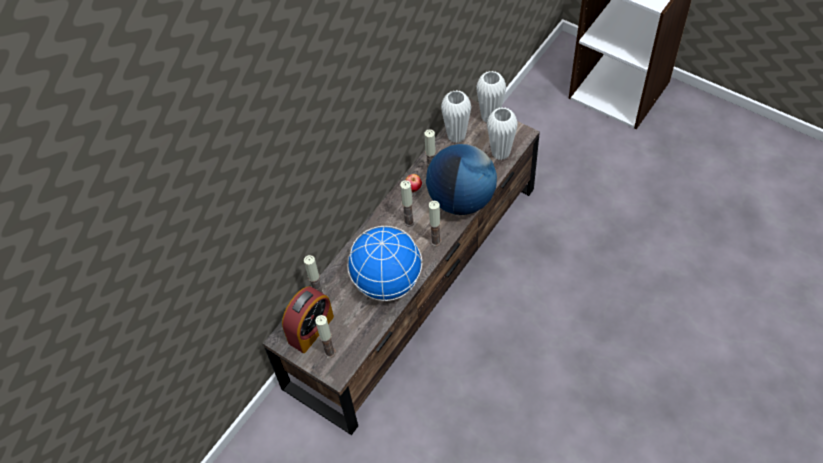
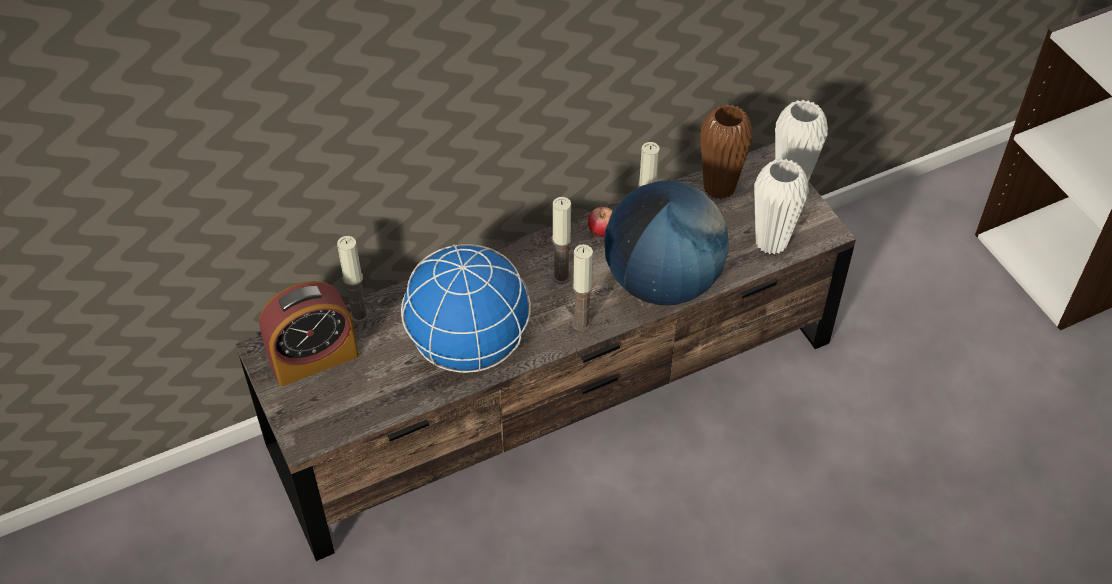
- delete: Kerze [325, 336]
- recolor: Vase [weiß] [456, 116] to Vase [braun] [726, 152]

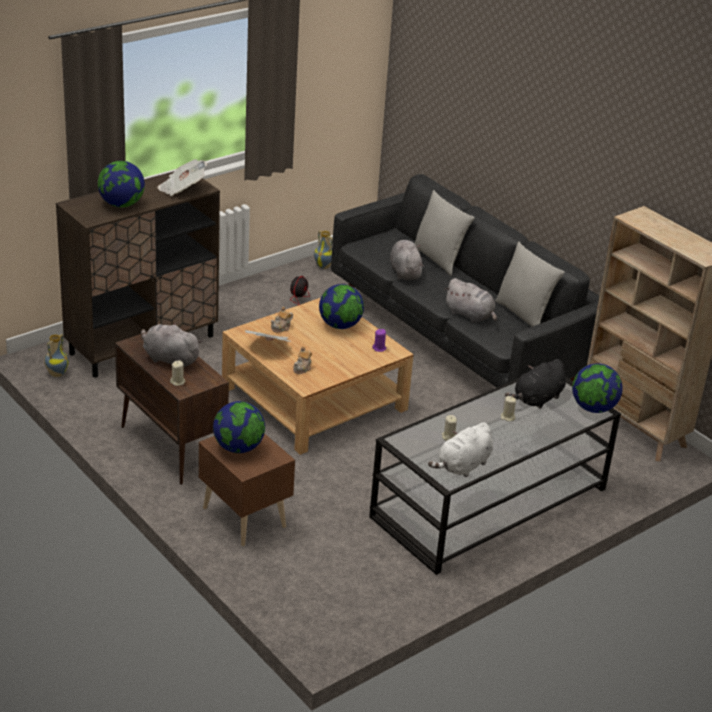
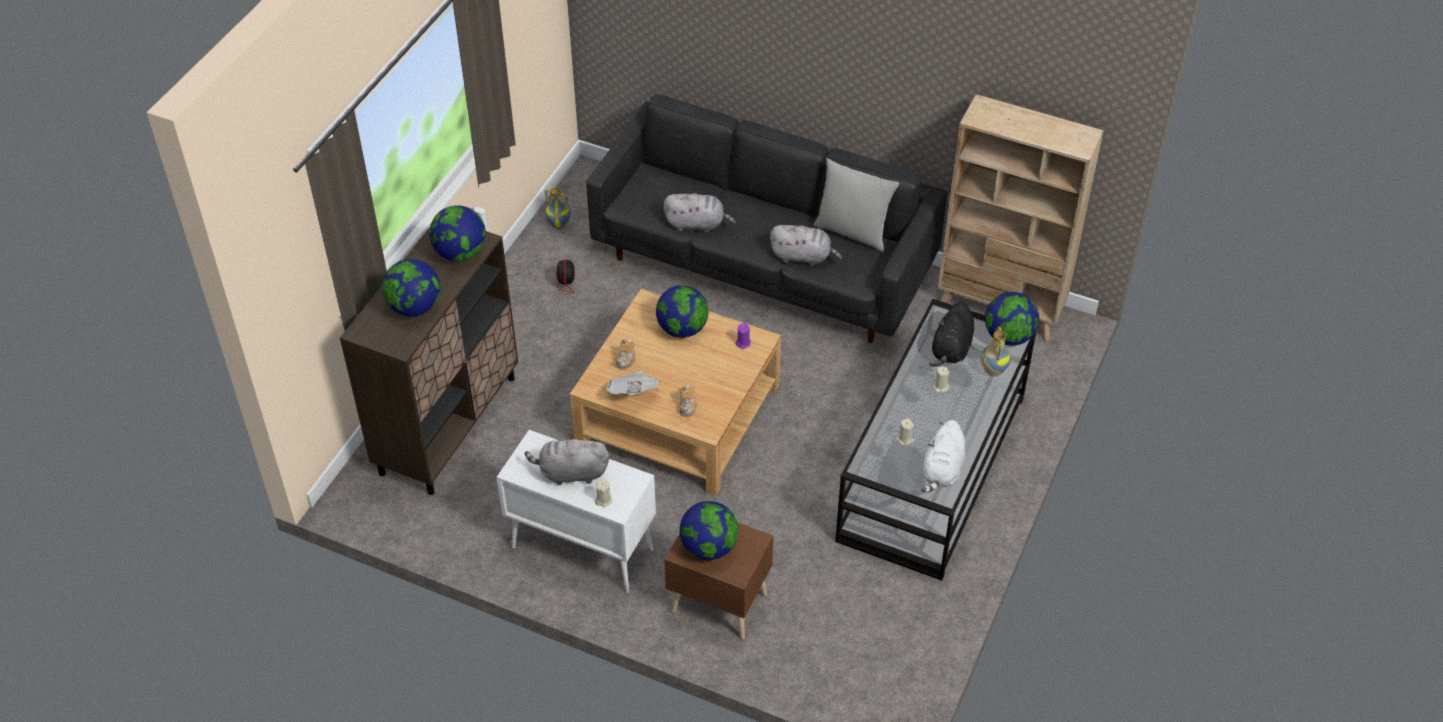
- move: Vase [56, 355] to [996, 351]
- recolor: Schrank [braun] [172, 408] to Schrank [weiß] [576, 511]
- replace: Zeitung [182, 177] to Globus [457, 233]
- rotate: Plüschtier [grau] [407, 260] = [700, 212] 135 degrees clockwise
- delete: Kissen [grau] [444, 233]

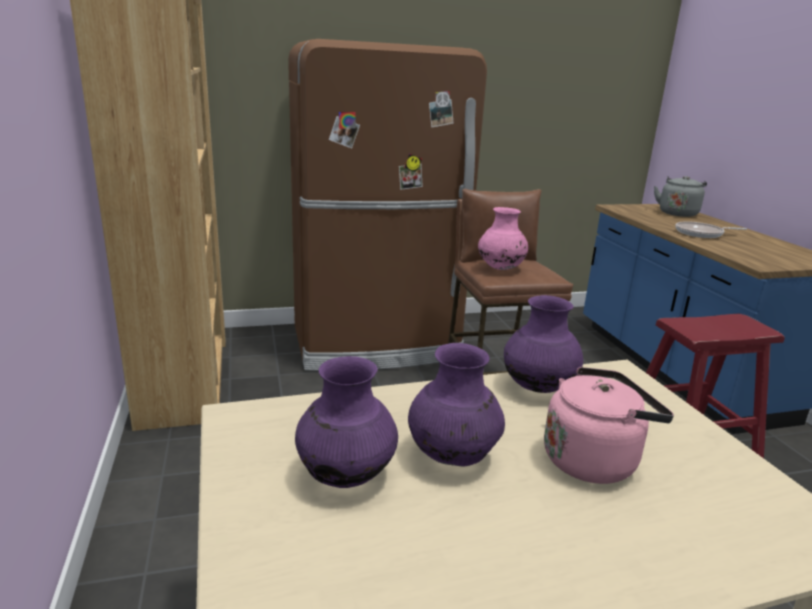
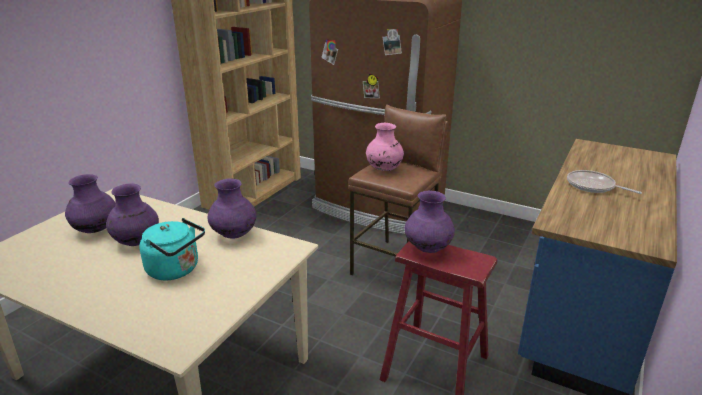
- recolor: Wasserkessel [rosa] [609, 425] to Wasserkessel [türkis] [172, 249]
- delete: Wasserkessel [grau] [680, 196]
- insert: Vase [lila] [430, 221]

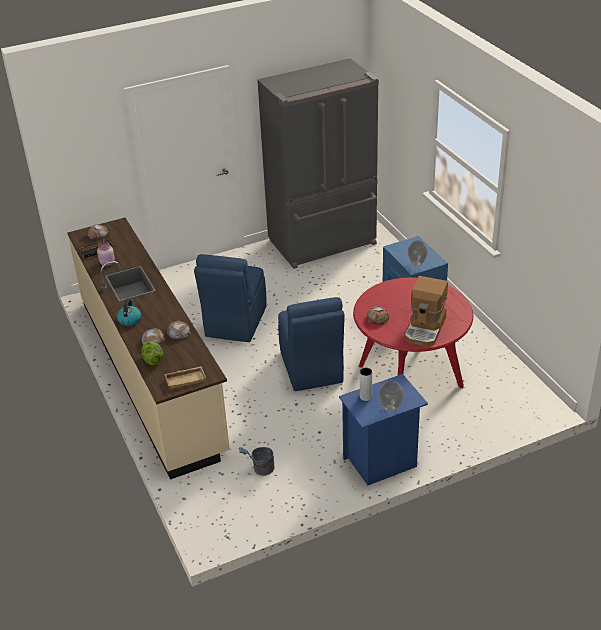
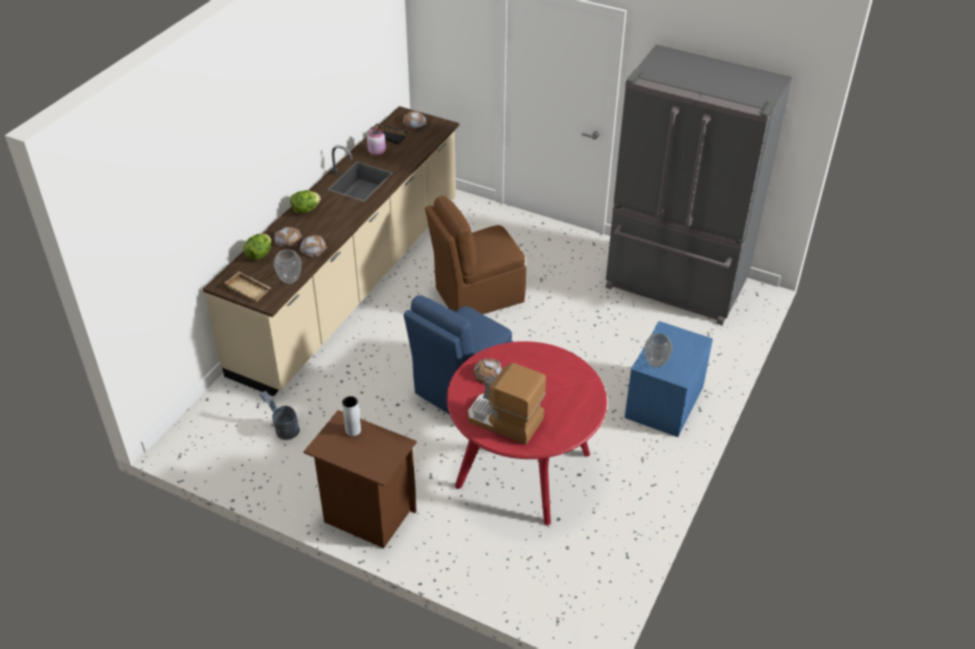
- replace: Wasserkessel [129, 313] to Salatkopf [305, 202]
- recolor: Stuhl [blau] [230, 298] to Stuhl [braun] [475, 255]
- recolor: Nachttisch [blau] [383, 429] to Nachttisch [braun] [360, 479]
- move: Vase [391, 396] to [287, 266]
- rotate: Kaffeemaschine [426, 311] = [507, 404] 45 degrees clockwise

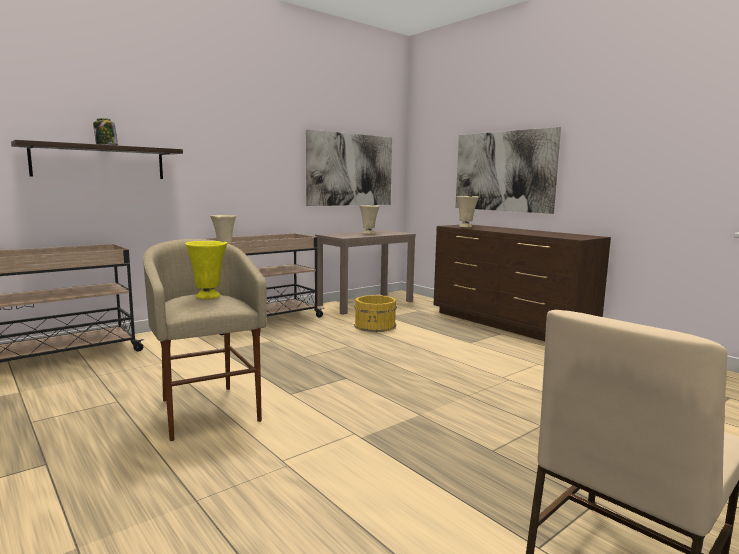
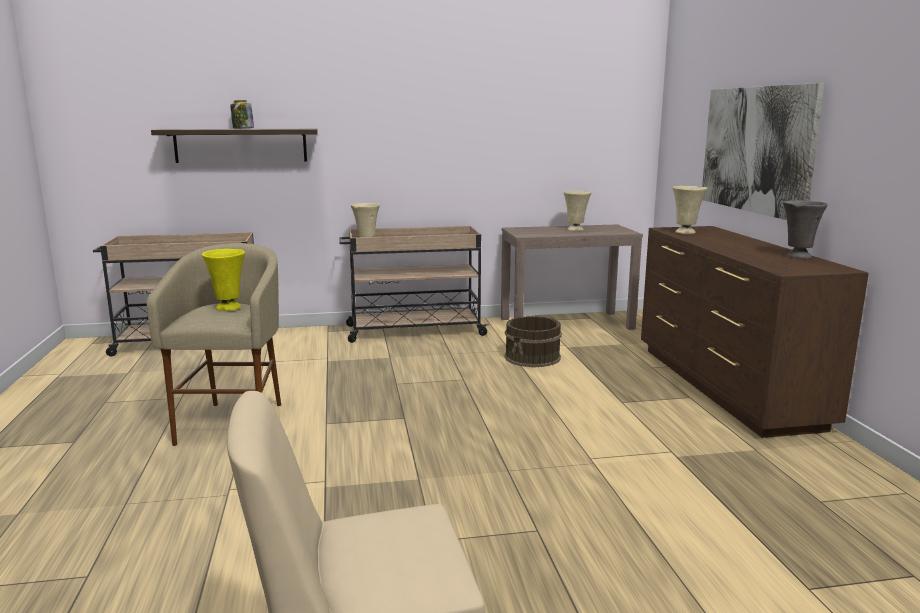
- delete: Bild [349, 167]
- recolor: Eimer [gelb] [375, 313] to Eimer [braun] [533, 342]
- insert: Vase [grau] [805, 230]

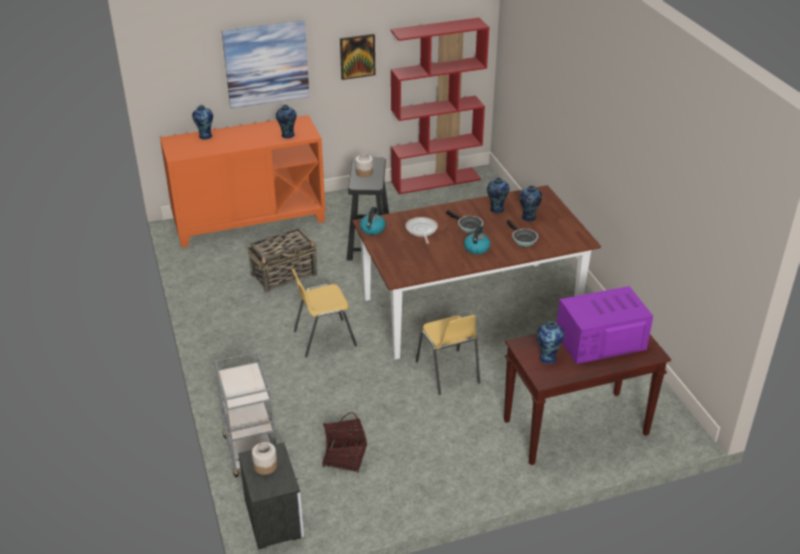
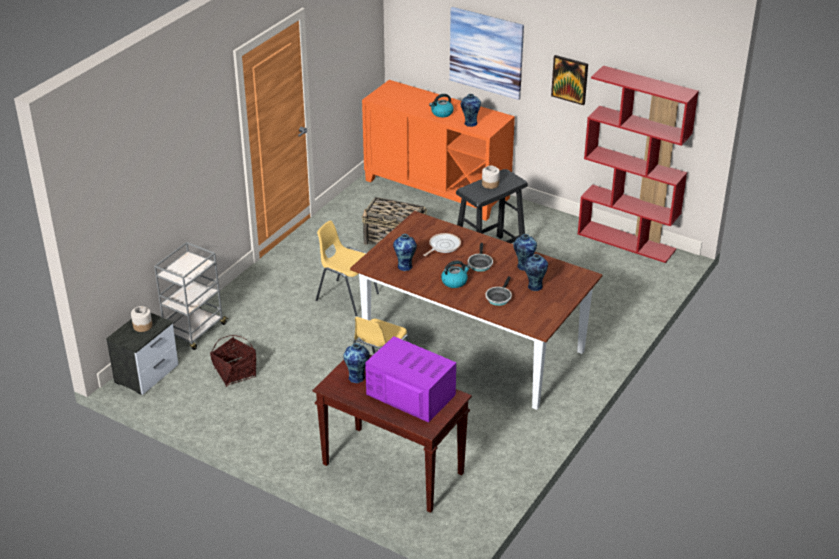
- move: Vase [202, 122] to [405, 252]
- move: Wasserkessel [373, 221] to [441, 105]

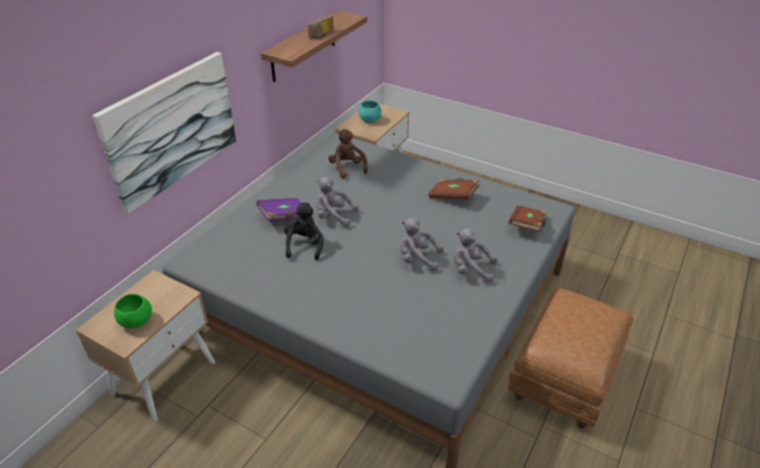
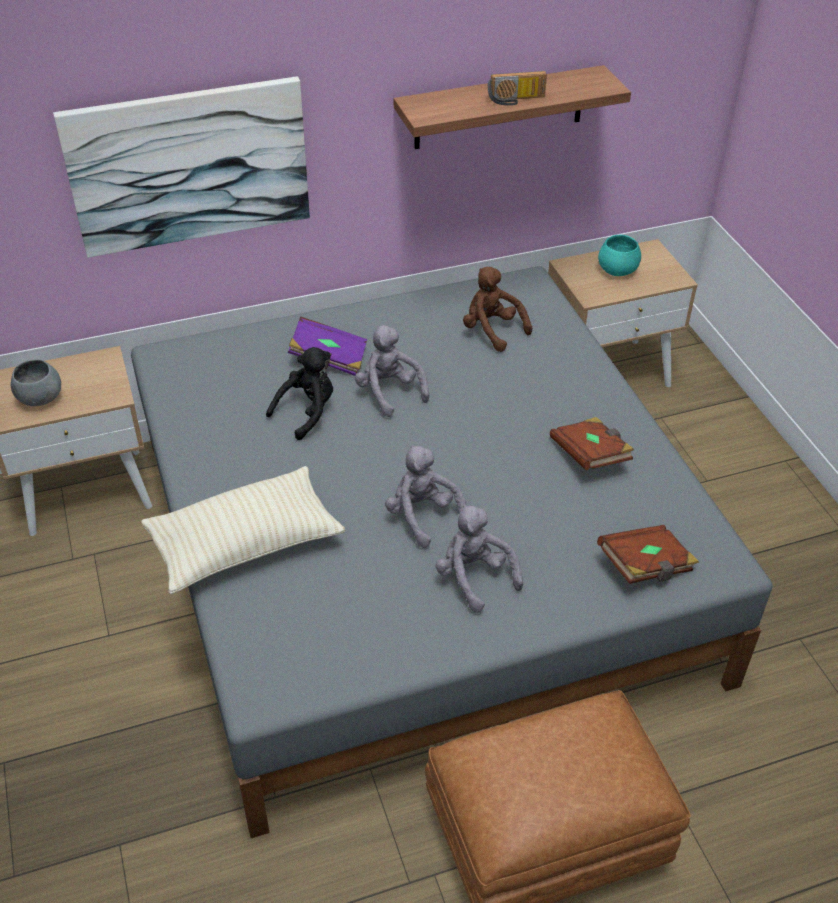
- recolor: Schüssel [grün] [133, 311] to Schüssel [grau] [36, 383]
- rotate: Plüschtier [braun] [348, 154] = [497, 309] 60 degrees counterclockwise
- insert: Kissen [beige] [243, 530]

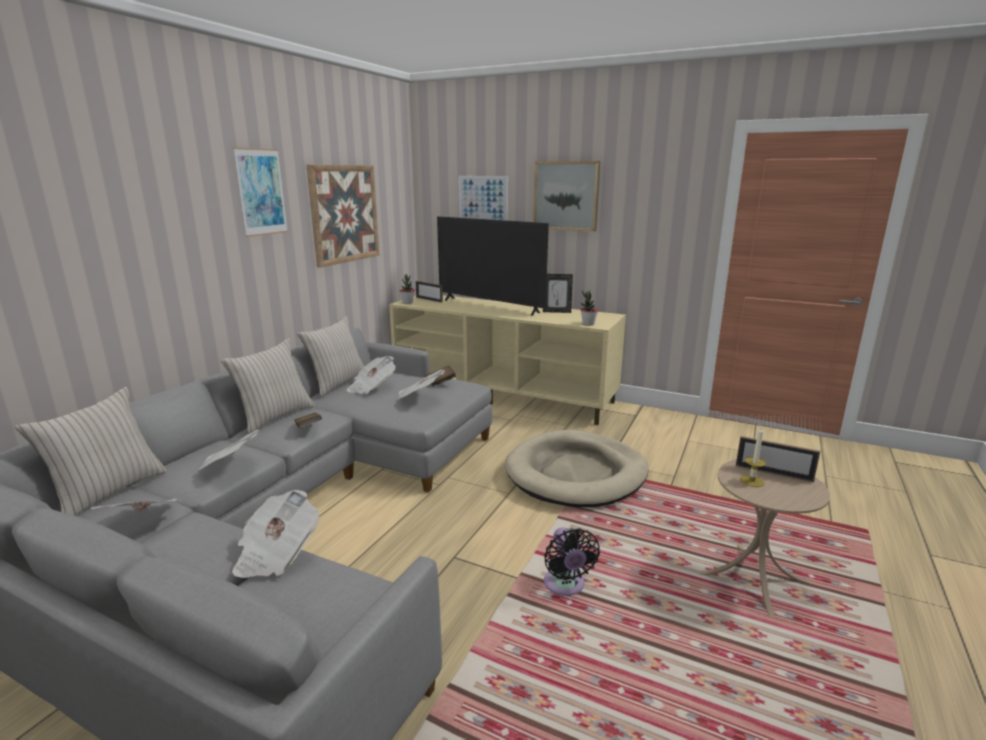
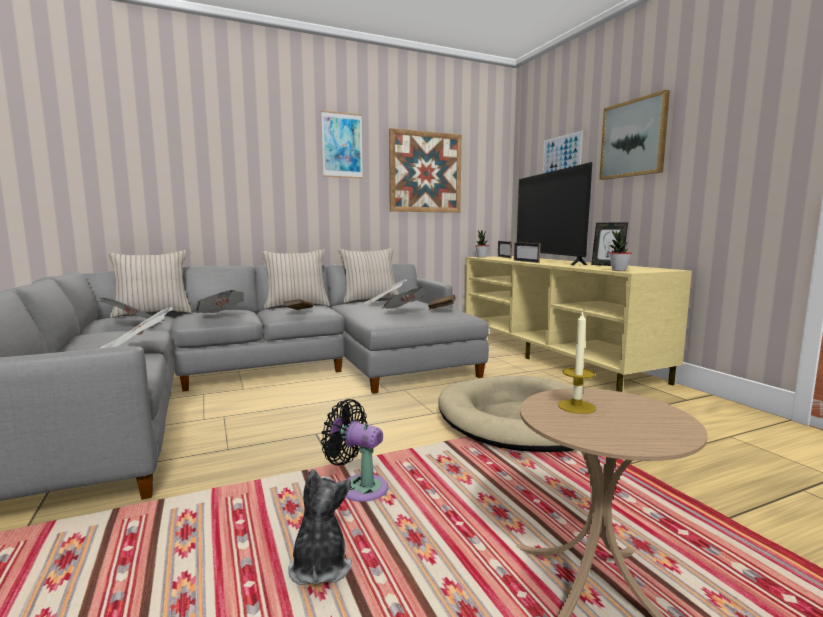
- rotate: Ventilator [schwarz] [572, 561] = [354, 450] 90 degrees clockwise
- move: Bilderrahmen [778, 459] to [527, 252]
- insert: Plüschtier [320, 527]

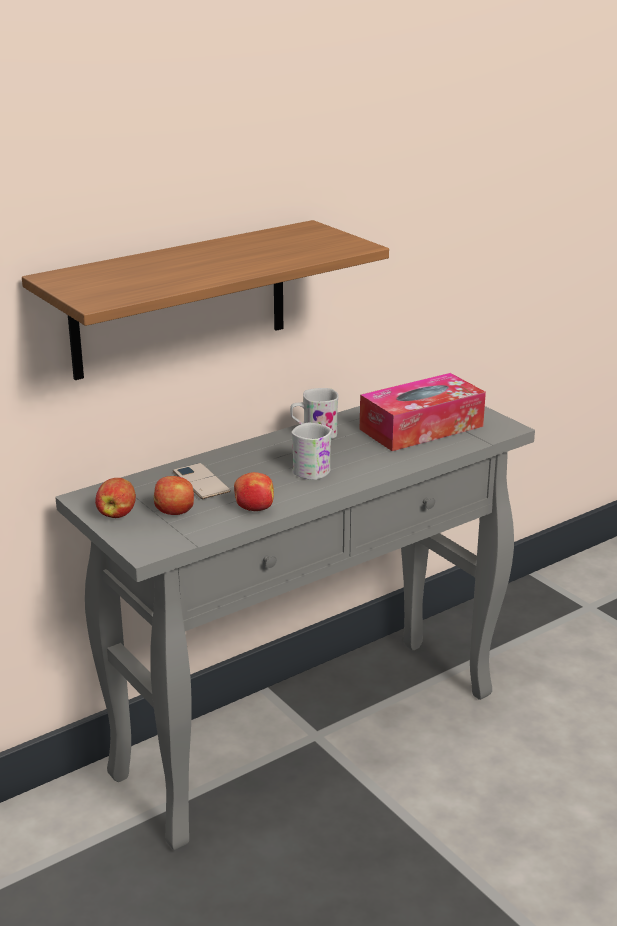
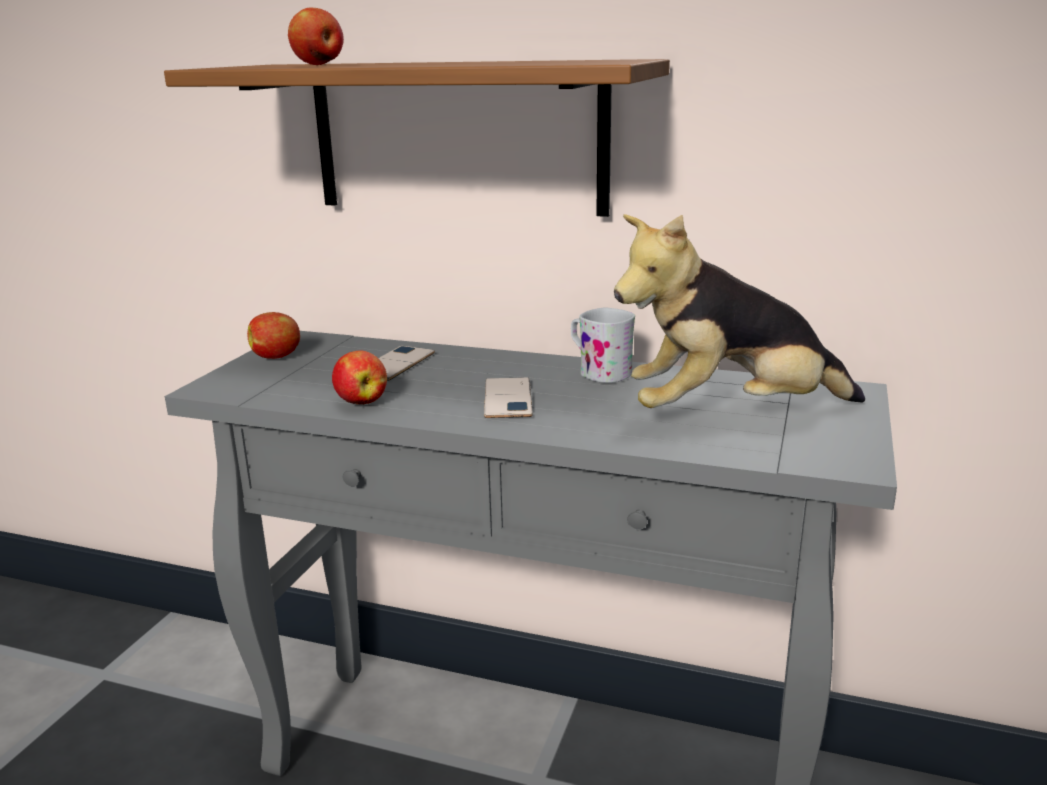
- move: Apfel [174, 495] to [316, 36]
- replace: Henkelbecher [weiß] [312, 451] to Handy [508, 397]
- replace: Taschentuchbox [423, 412] to Plüschtier [739, 311]

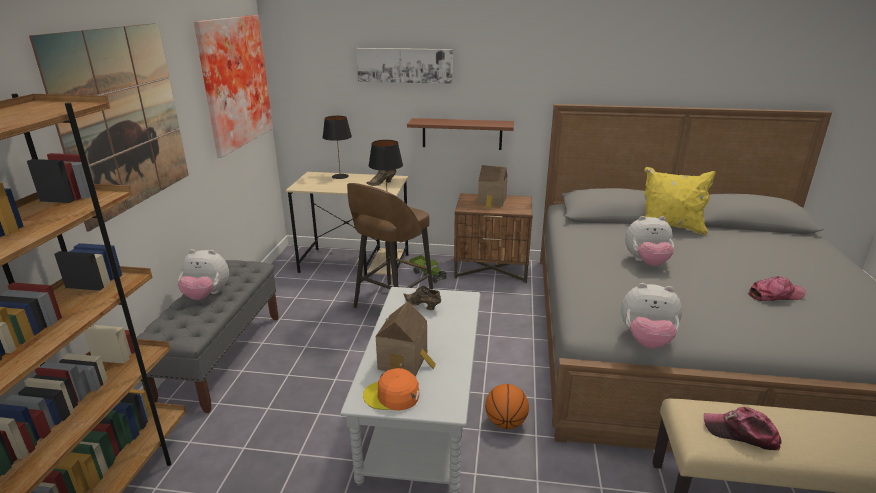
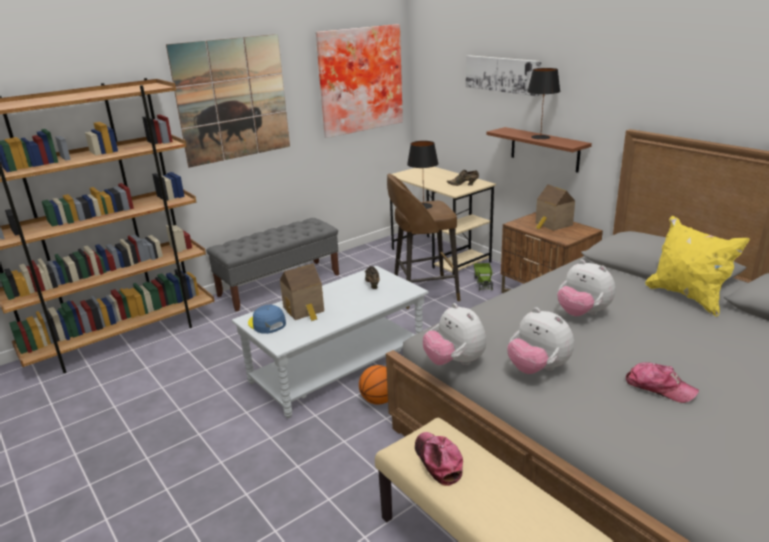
- move: Plüschtier [203, 274] to [540, 340]
- move: Tischlampe [schwarz] [337, 147] to [543, 103]
- recolor: Kappe [orange] [391, 389] to Kappe [blau] [267, 319]

